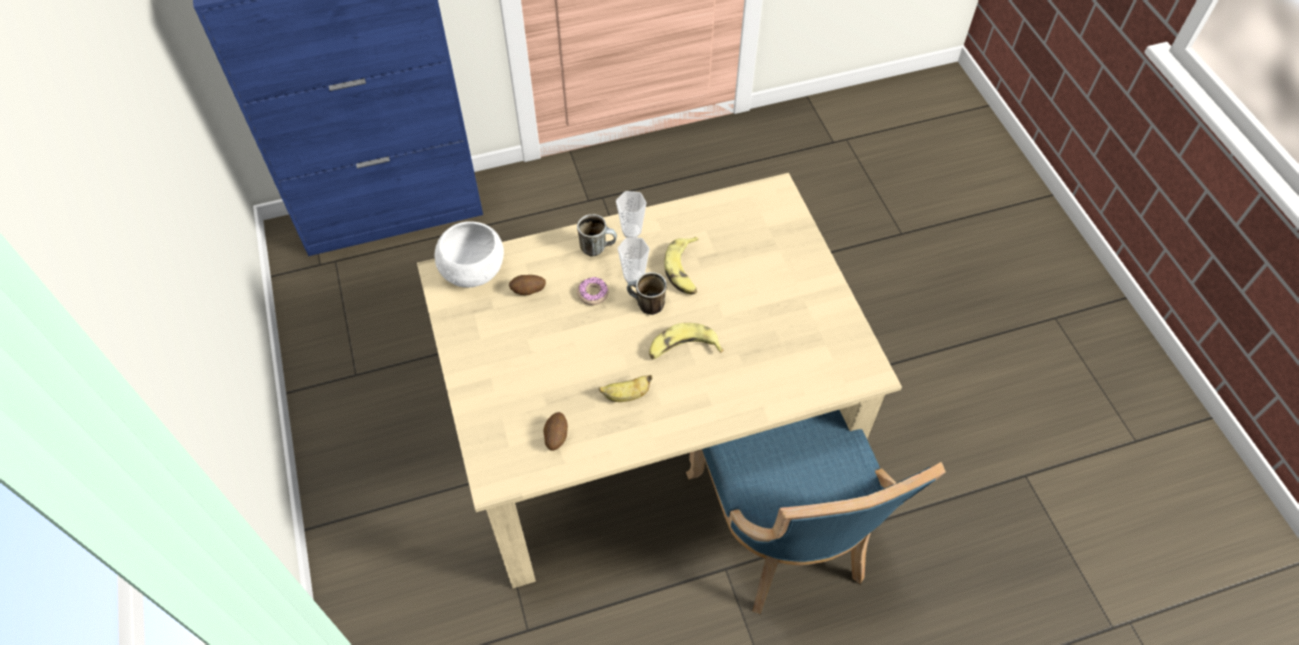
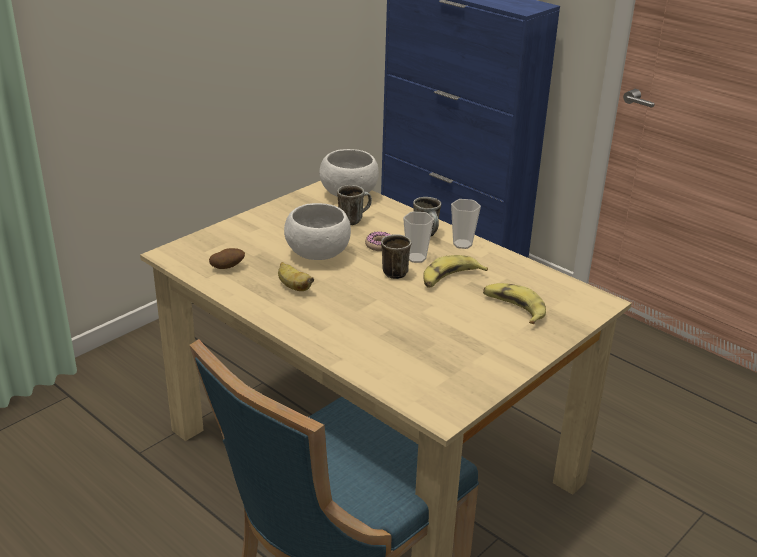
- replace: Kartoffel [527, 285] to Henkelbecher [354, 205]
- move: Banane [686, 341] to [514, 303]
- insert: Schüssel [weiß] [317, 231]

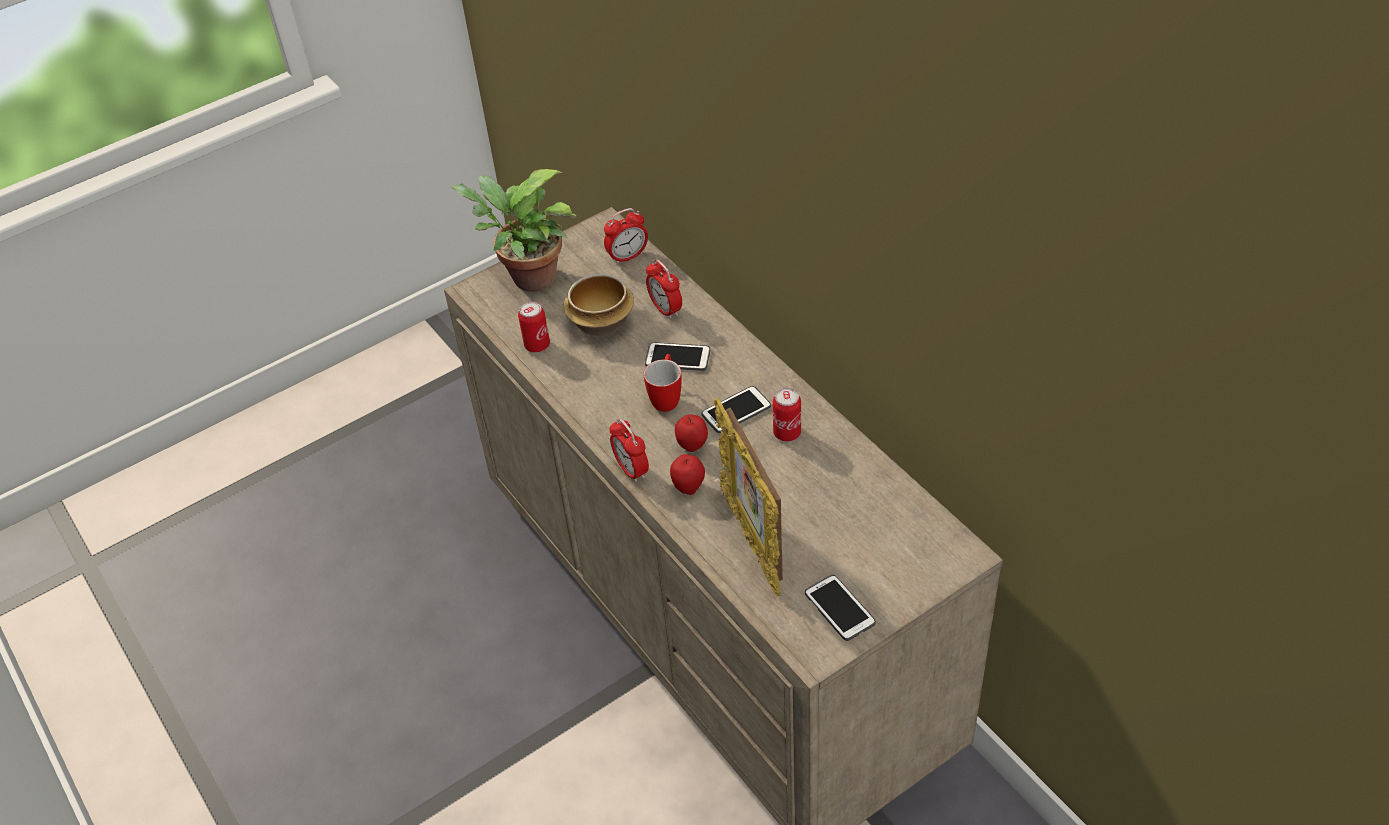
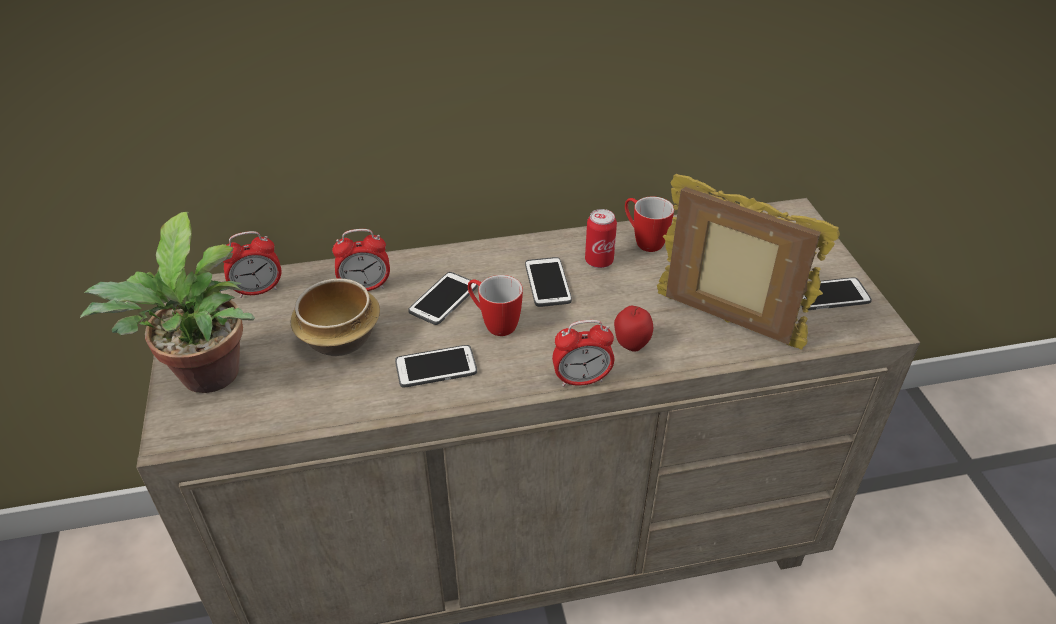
- delete: Dose [534, 327]
- rotate: Wecker [626, 236] = [252, 264] 75 degrees clockwise
- delete: Apfel [691, 433]
- rotate: Bilderrahmen [748, 496] = [748, 262] 150 degrees counterclockwise
- insert: Handy [436, 366]
- insert: Henkelbecher [649, 224]

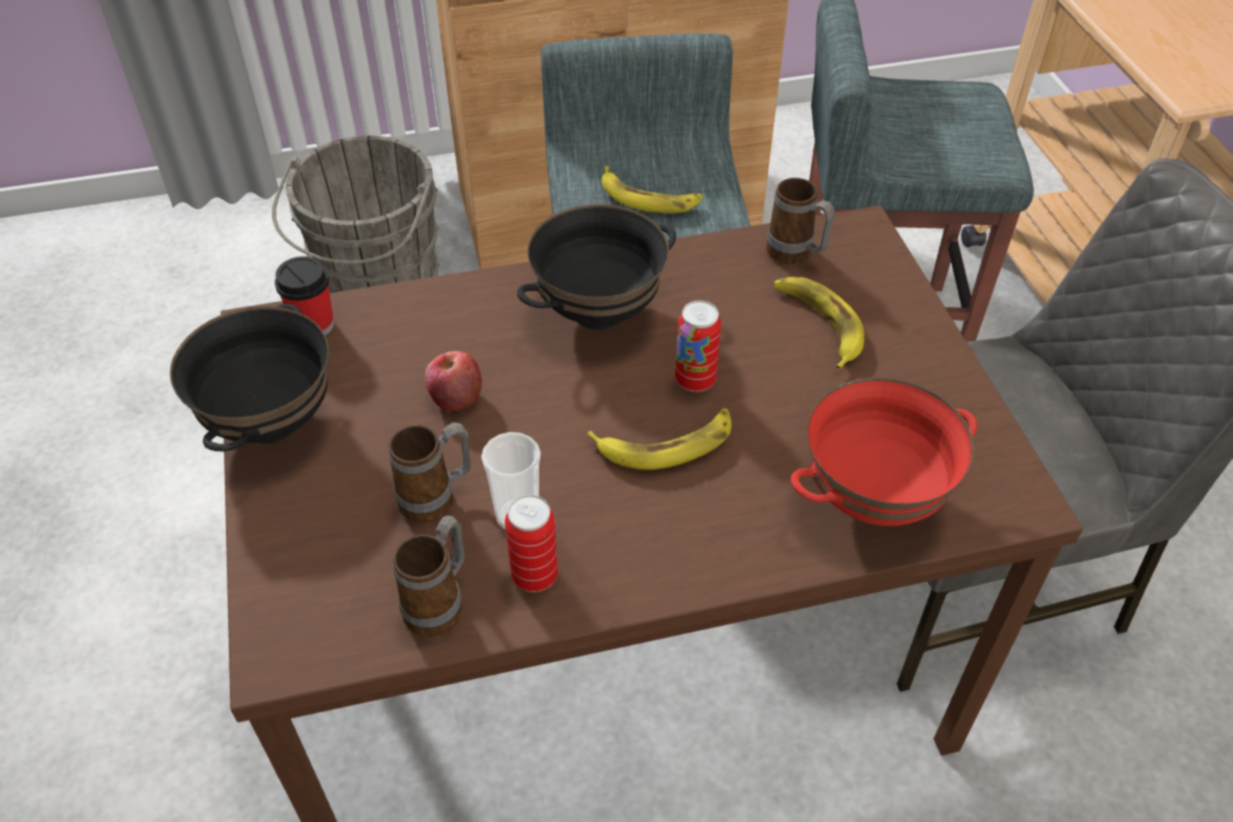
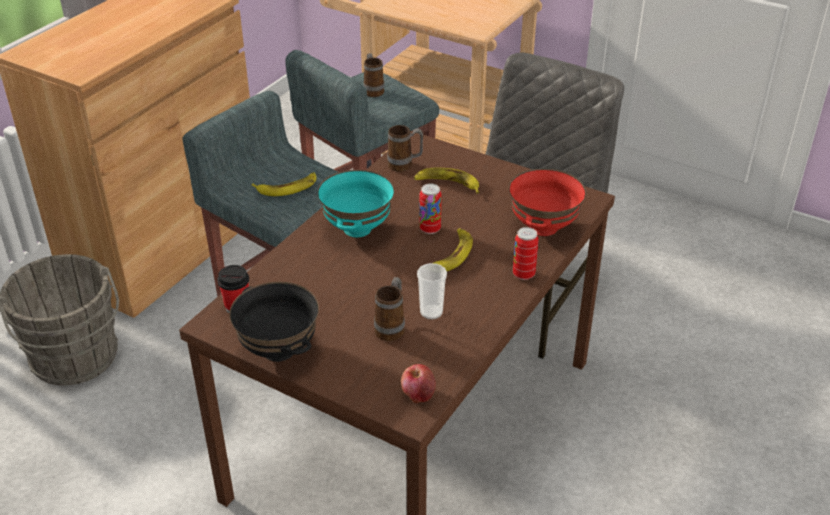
- move: Henkelbecher [429, 576] to [373, 75]
- move: Apfel [453, 382] to [418, 383]
- move: Dose [531, 543] to [526, 253]
- recolor: Schüssel [schwarz] [596, 267] to Schüssel [türkis] [356, 204]

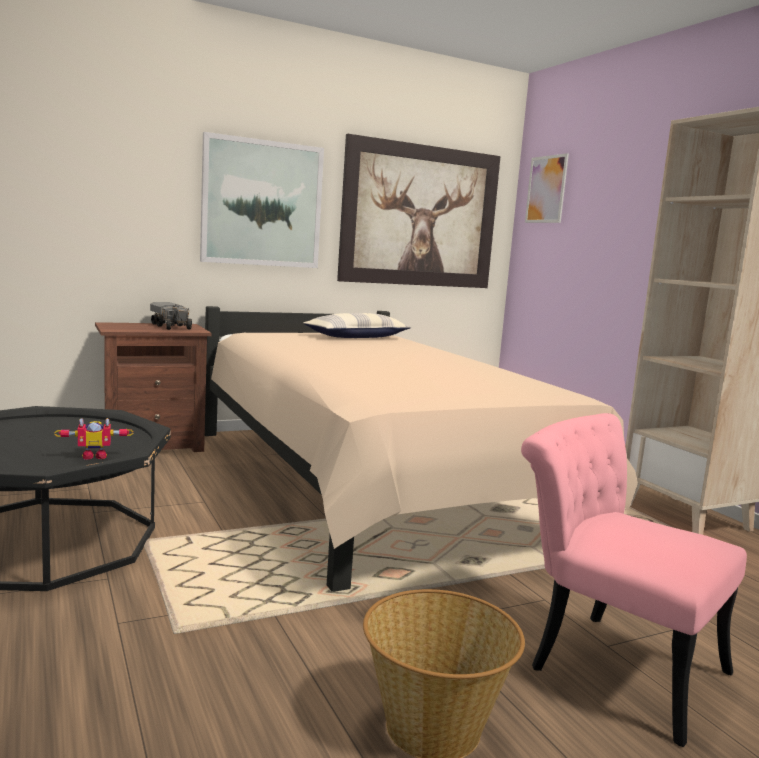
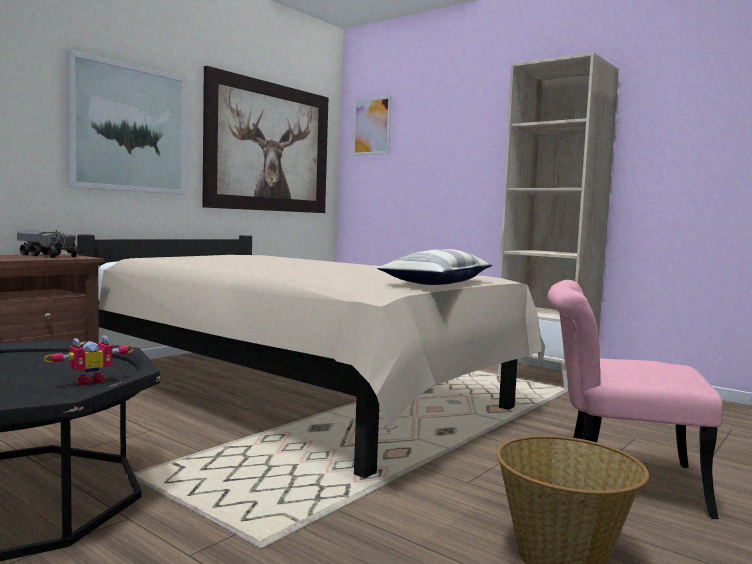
- move: Kissen [357, 325] to [434, 267]

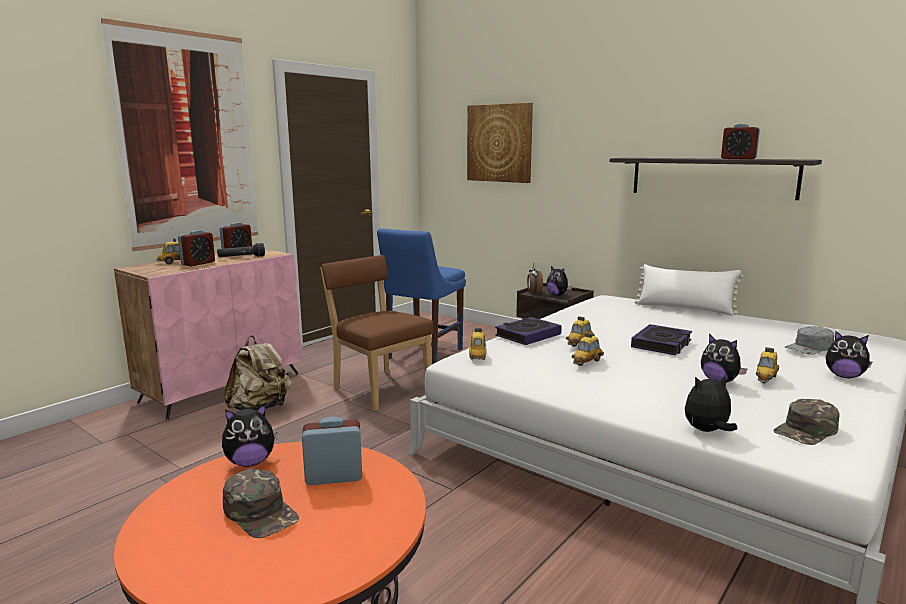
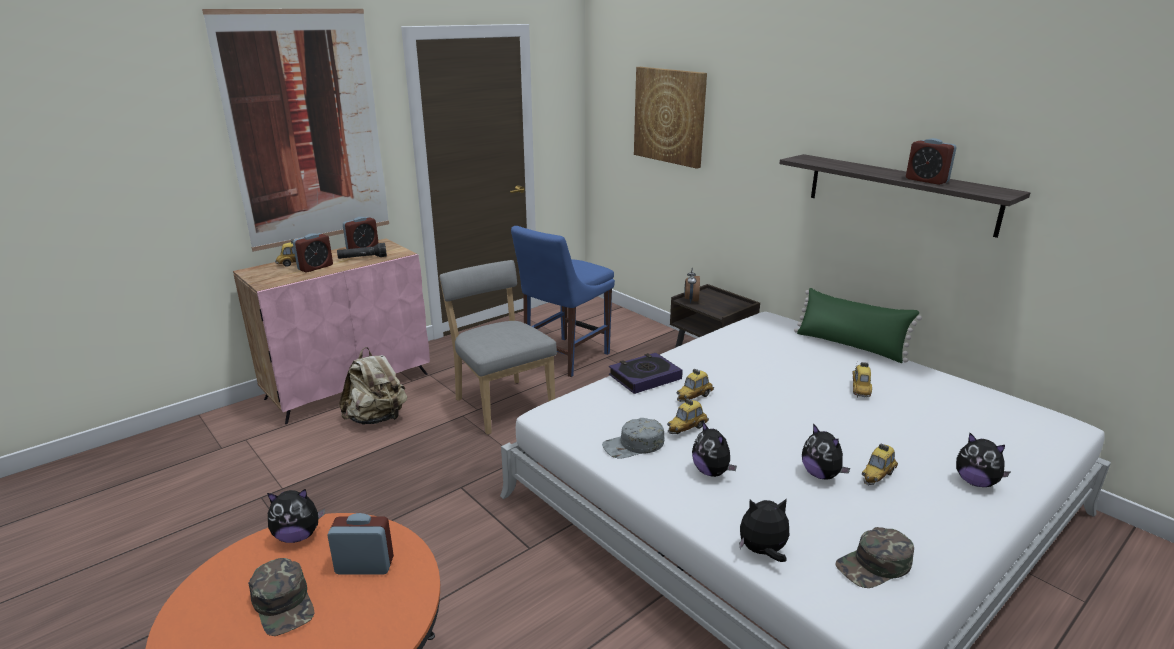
- recolor: Stuhl [braun] [377, 333] to Stuhl [grau] [498, 347]
- move: Spielzeugauto [477, 344] to [862, 380]
- move: Plüschtier [559, 281] to [714, 449]
- delete: Buch [661, 339]
- recolor: Kissen [weiß] [689, 290] to Kissen [grün] [858, 325]
- move: Kappe [grau] [809, 340] to [633, 438]

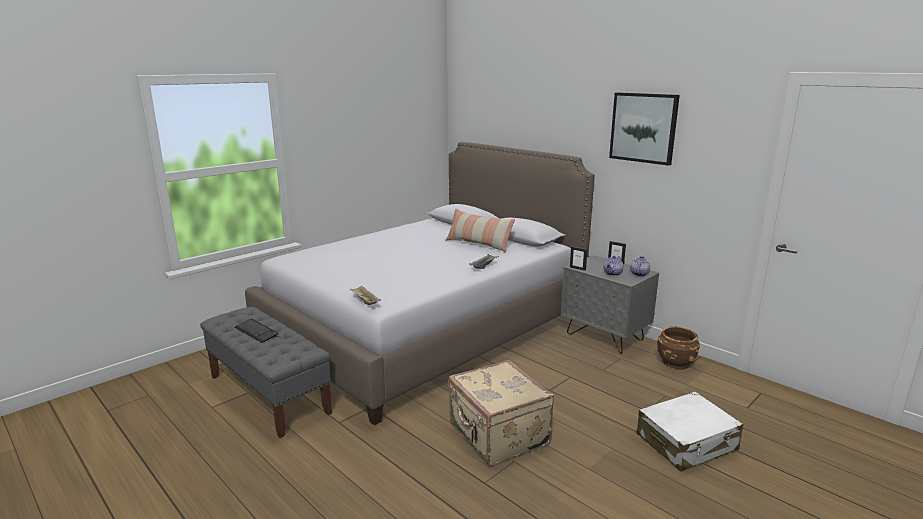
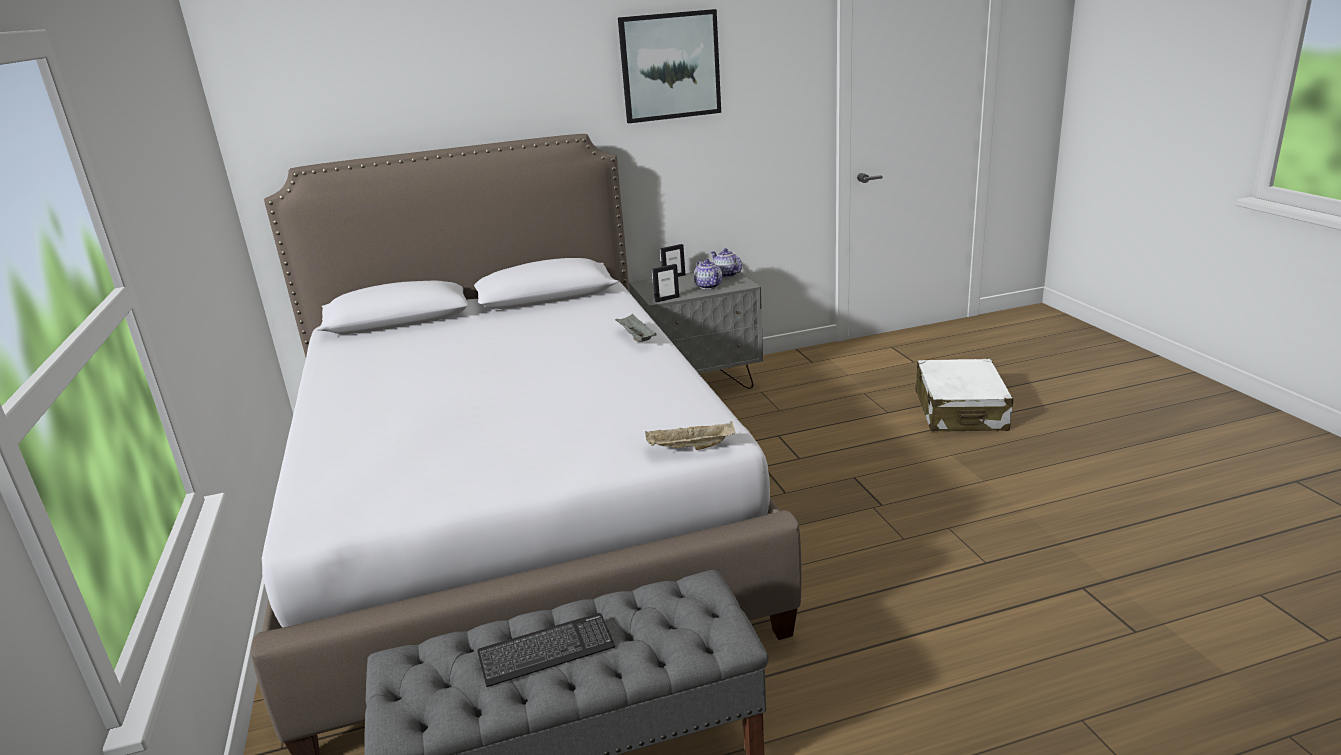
- delete: Kissen [480, 230]
- delete: Koffer [beige] [501, 413]
- delete: Pflanzkübel [braun] [678, 348]

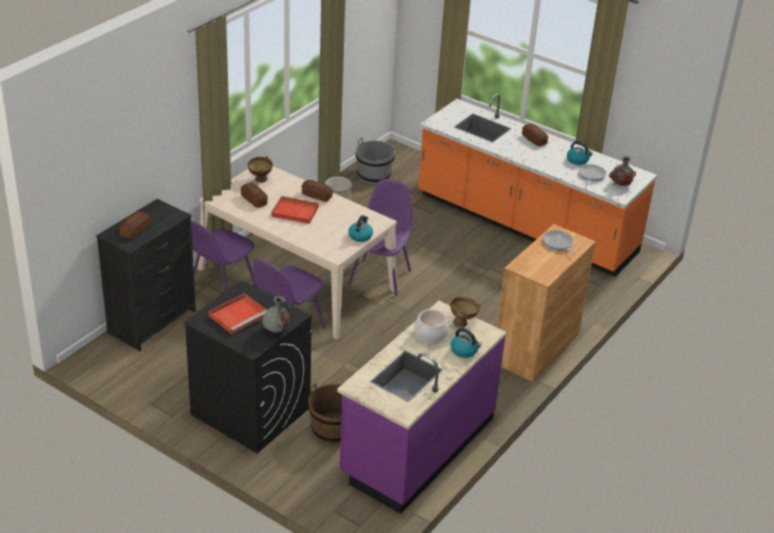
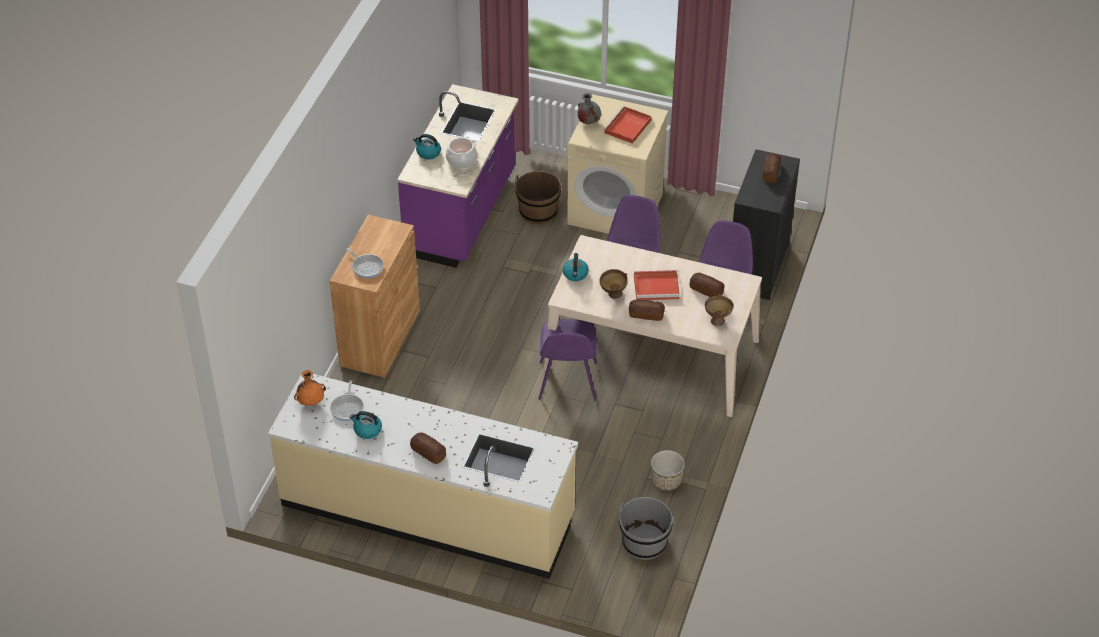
- recolor: Waschmaschine [schwarz] [247, 367] to Waschmaschine [beige] [617, 164]
- recolor: Küchenzeile [orange] [537, 185] to Küchenzeile [beige] [423, 476]
- move: Schüssel [braun] [465, 312] to [613, 284]
- recolor: Vase [grau] [622, 171] to Vase [orange] [310, 388]

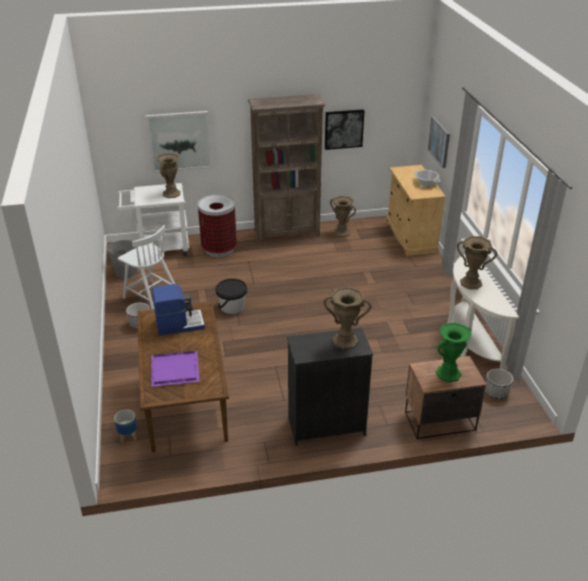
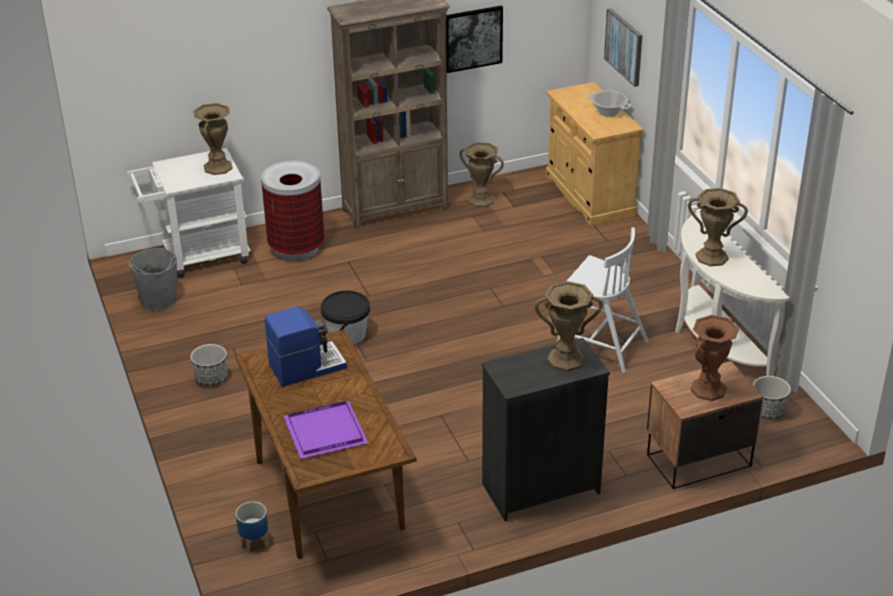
- move: Stuhl [weiß] [146, 267] to [602, 300]
- delete: Bild [179, 142]
- recolor: Vase [grün] [454, 352] to Vase [braun] [715, 358]

